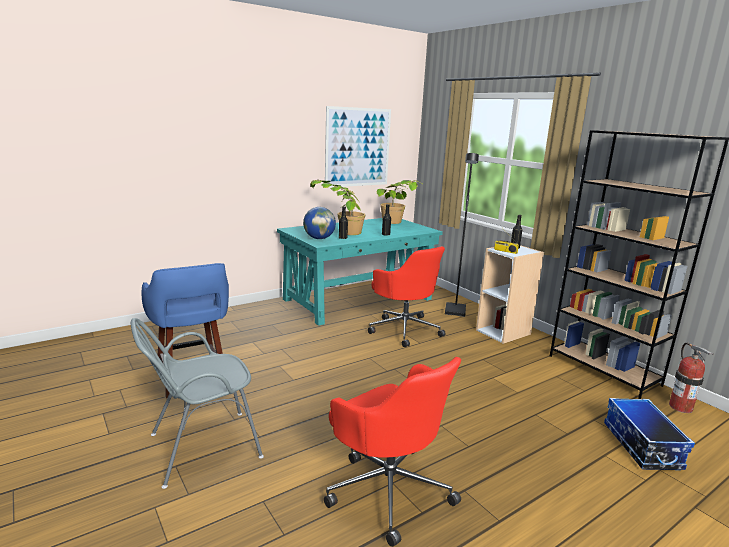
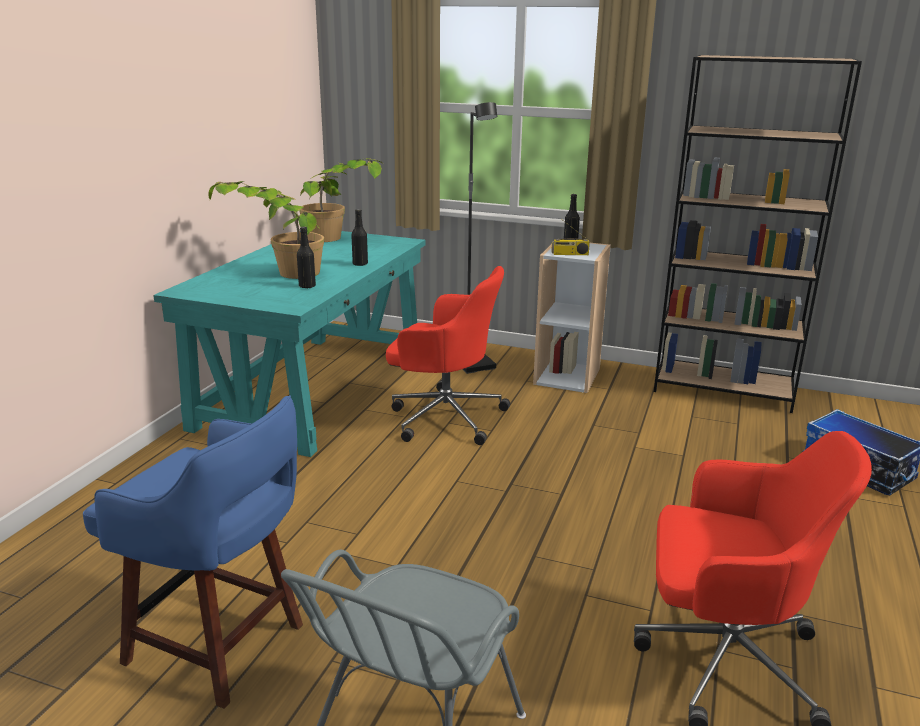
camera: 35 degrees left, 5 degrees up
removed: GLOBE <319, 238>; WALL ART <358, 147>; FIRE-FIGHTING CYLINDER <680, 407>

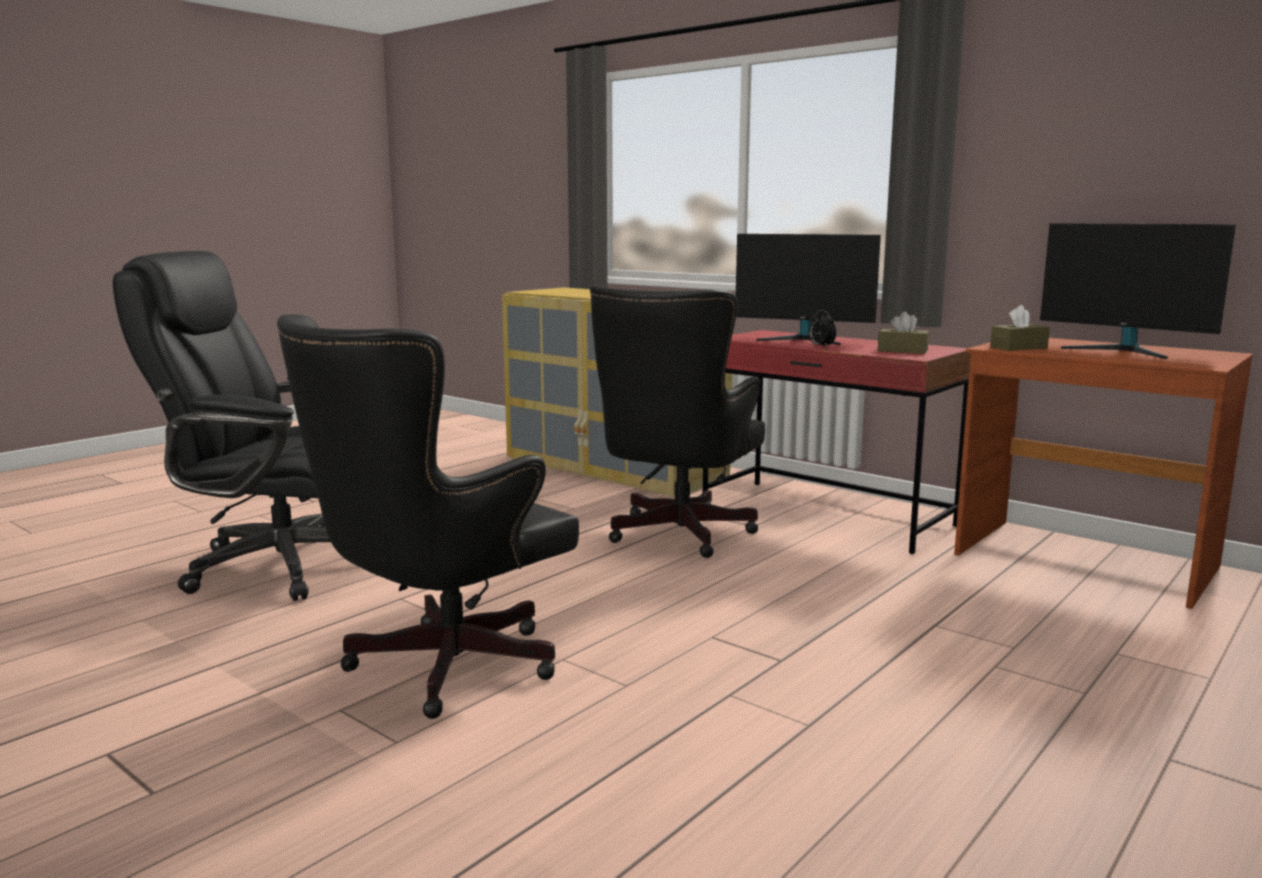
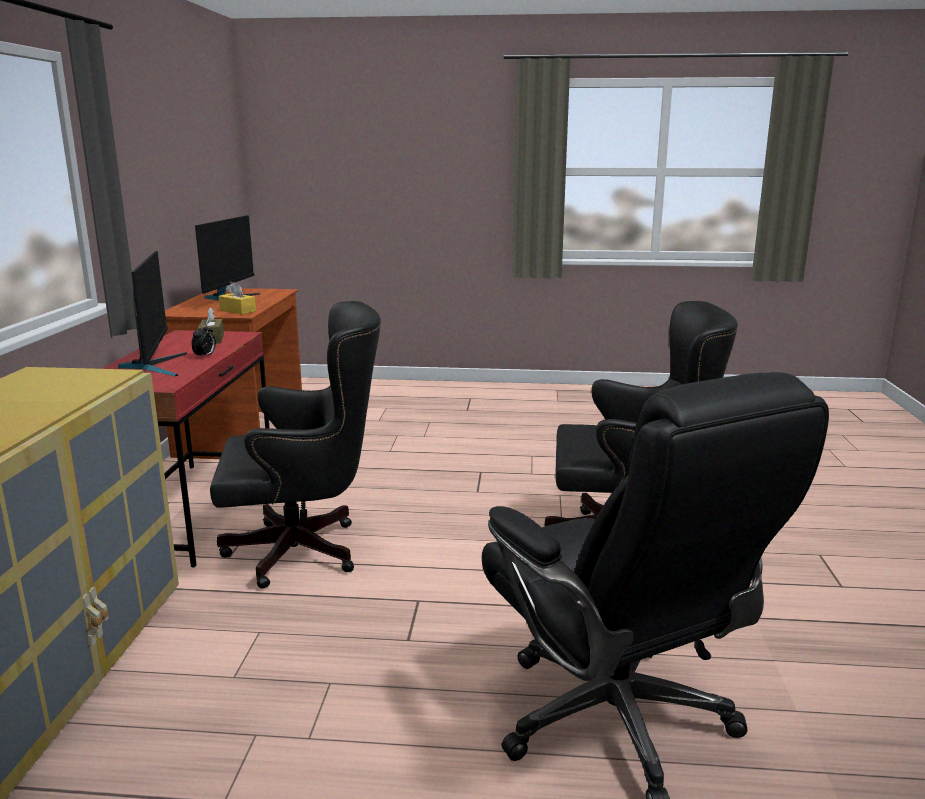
camera: 125 degrees left, 5 degrees up
recoloured: BROWN TISSUE BOX <1018, 348> to YELLOW TISSUE BOX <238, 311>

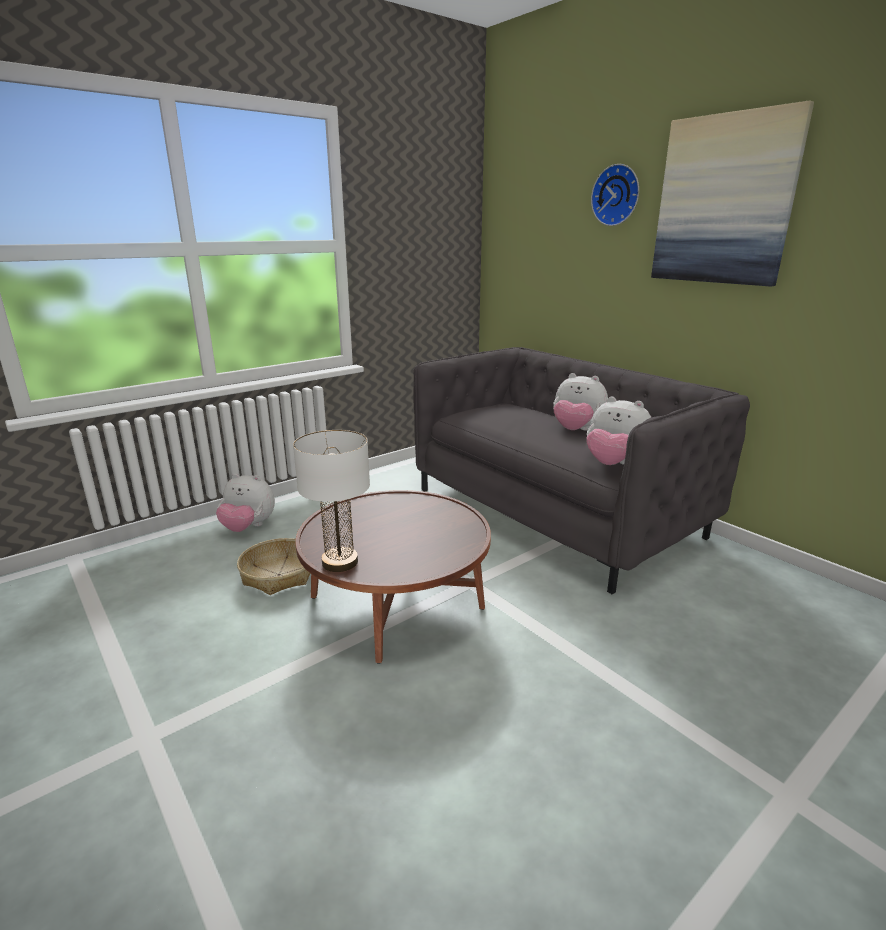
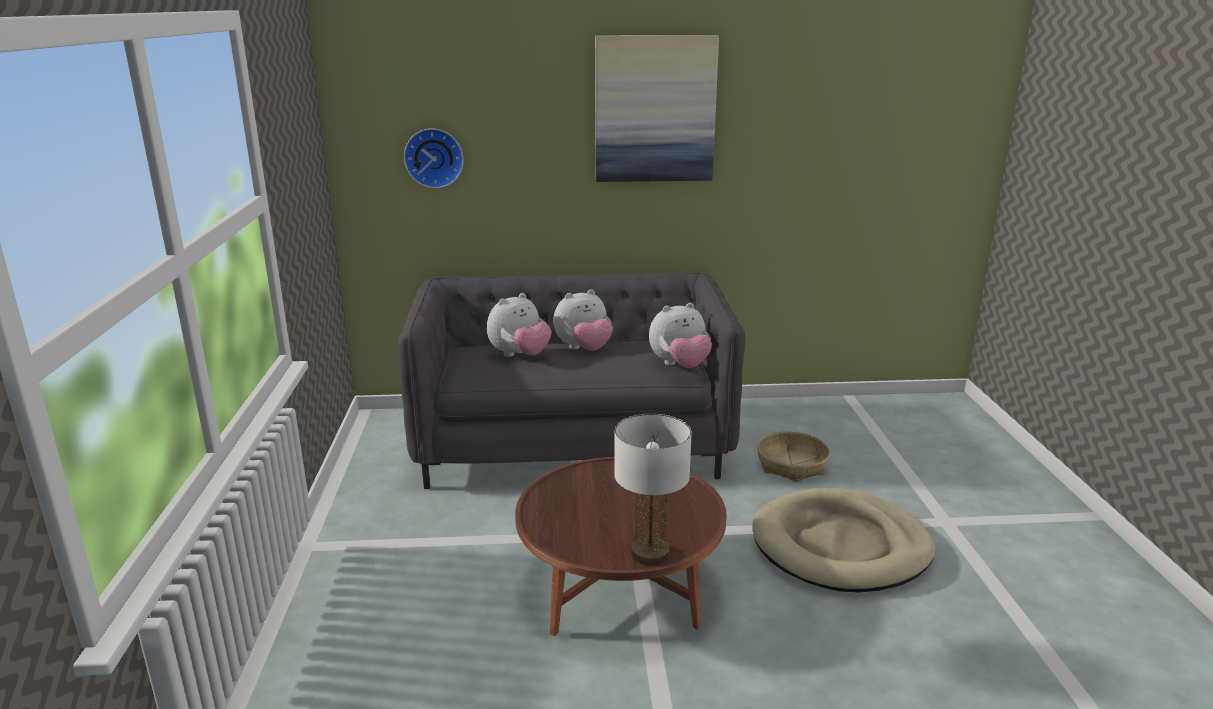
camera: 55 degrees left, 0 degrees up
added: BEIGE DOG BED <841, 546>
moved: WALL CLOCK <617, 195> to <434, 157>; PLUSH TOY <248, 527> to <520, 355>; HOUSEHOLD BASKET <279, 574> to <791, 465>

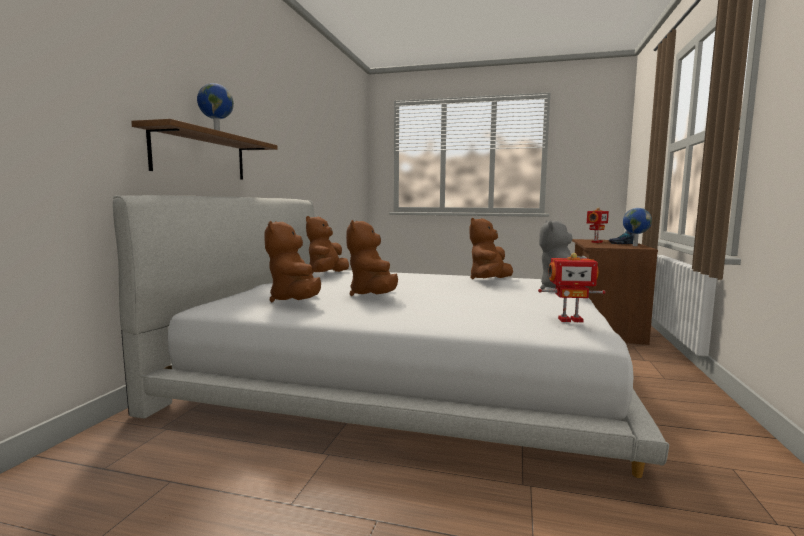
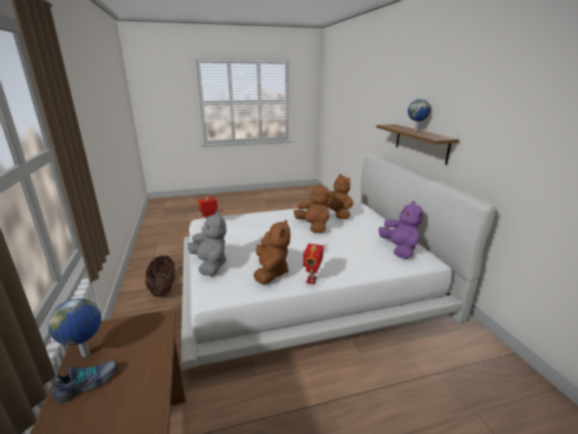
camera: 150 degrees right, 15 degrees up
added: HOUSEHOLD BASKET <163, 289>
moved: TOY ROBOT <596, 242> to <312, 280>
recoloured: BROWN PLUSH TOY <327, 274> to PURPLISH PLUSH TOY <399, 249>

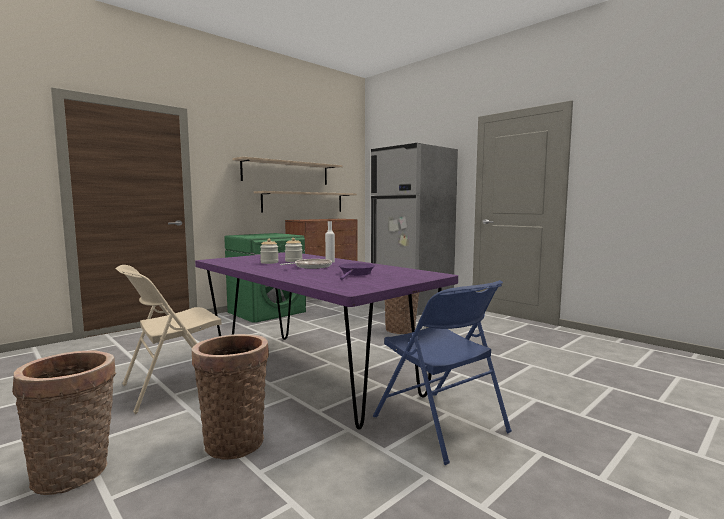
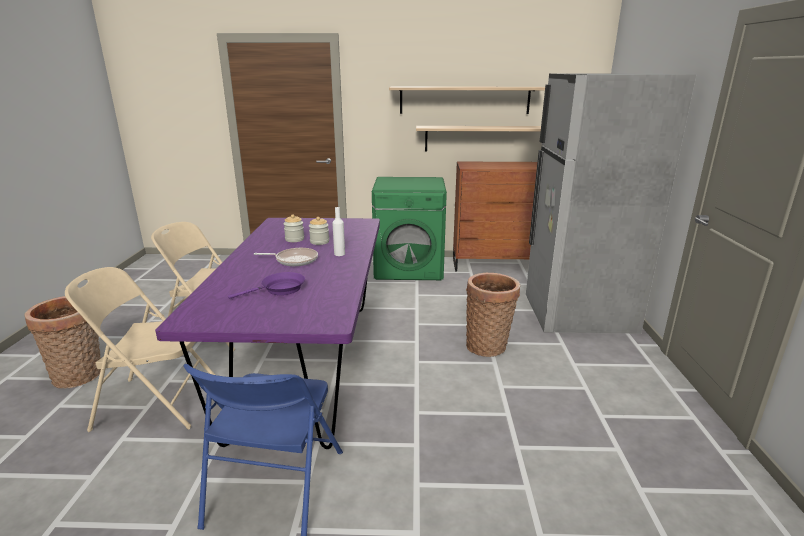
camera: 45 degrees right, 15 degrees up
replaced: HOUSEHOLD BASKET <234, 440> to BEIGE UPRIGHT CHAIR <157, 402>

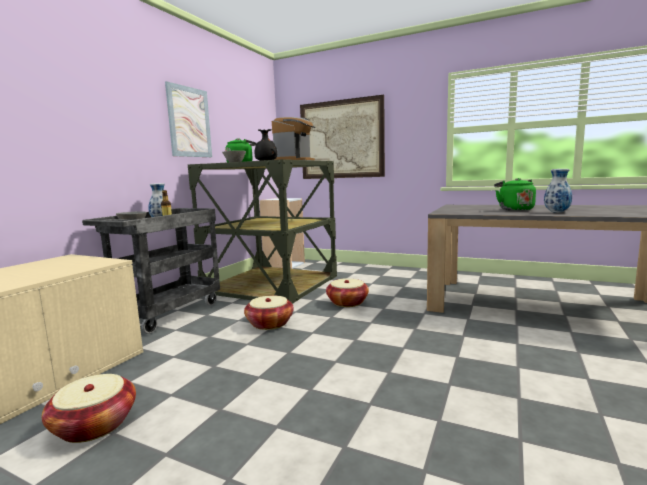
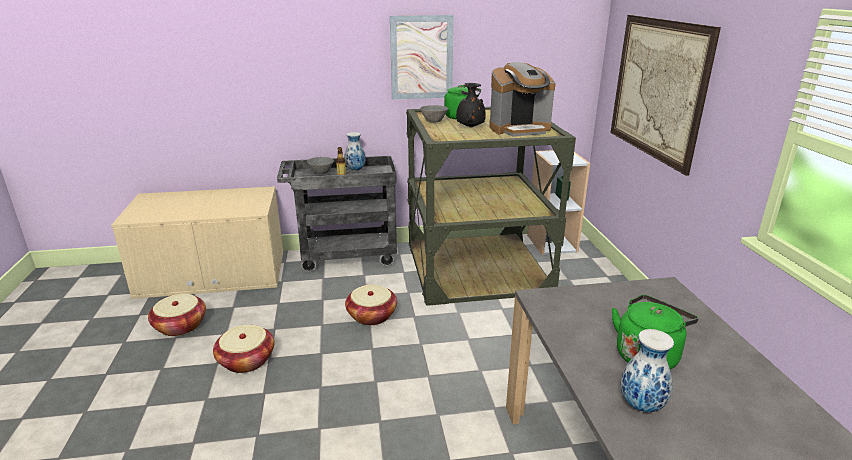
camera: 55 degrees right, 15 degrees up
moved: HOUSEHOLD BASKET <347, 302> to <246, 360>

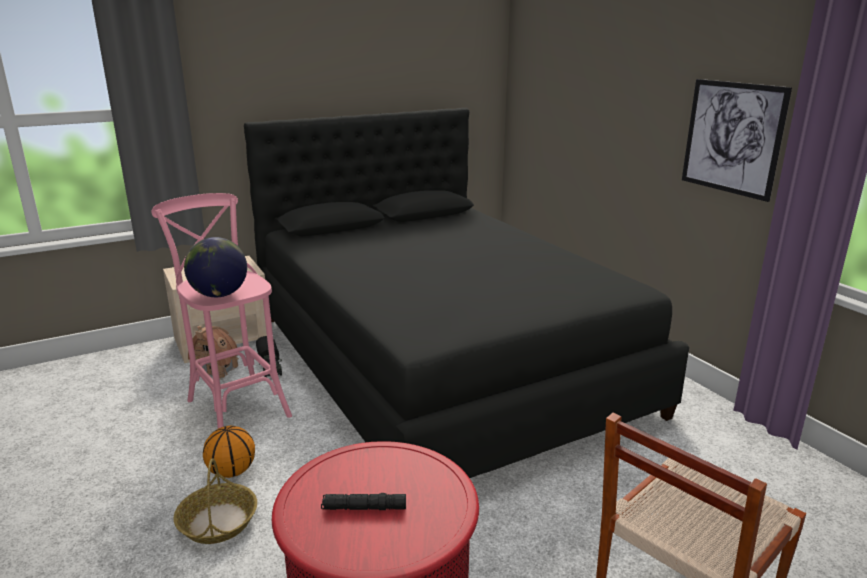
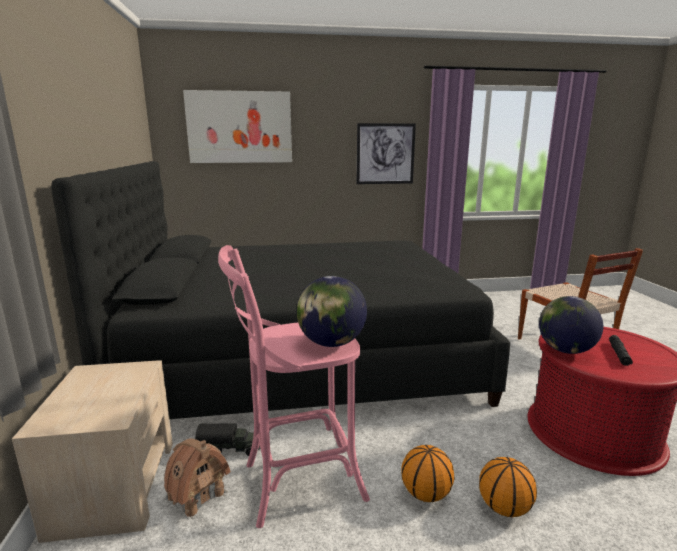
camera: 70 degrees left, 5 degrees down
added: WALL ART <240, 127>; GLOBE <565, 350>
replaced: HOUSEHOLD BASKET <217, 522> to BASKETBALL BALL <503, 508>

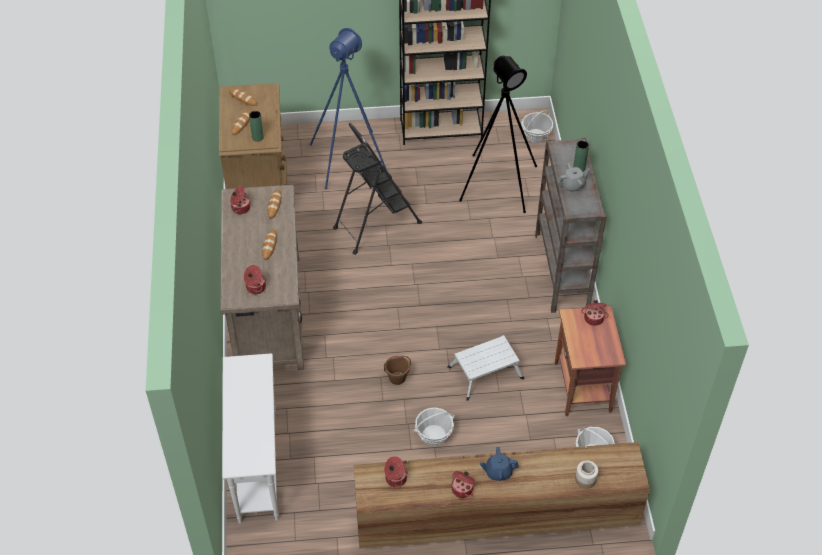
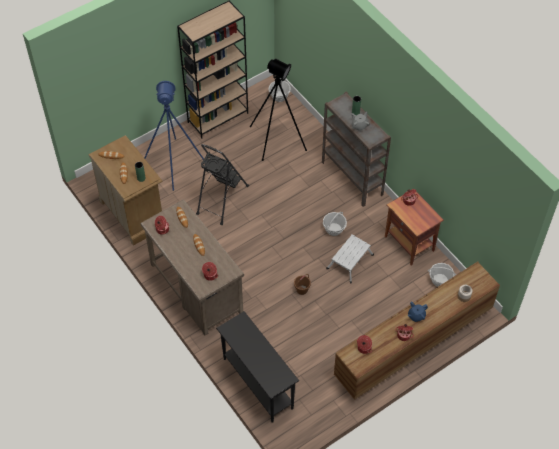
camera: 30 degrees left, 5 degrees up
moved: HOUSEHOLD BASKET <434, 435> to <334, 229>
recoloured: WHITE CONSOLE TABLE <256, 465> to BLACK CONSOLE TABLE <257, 383>

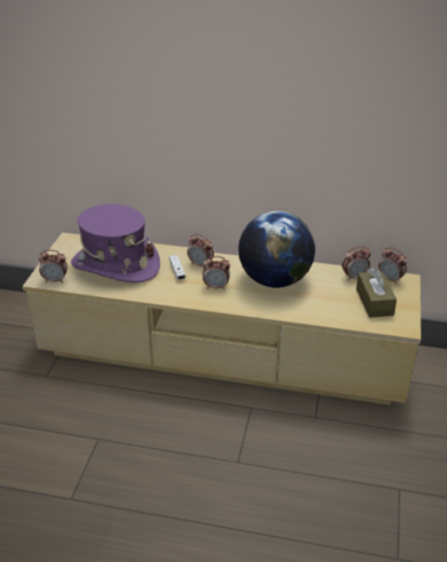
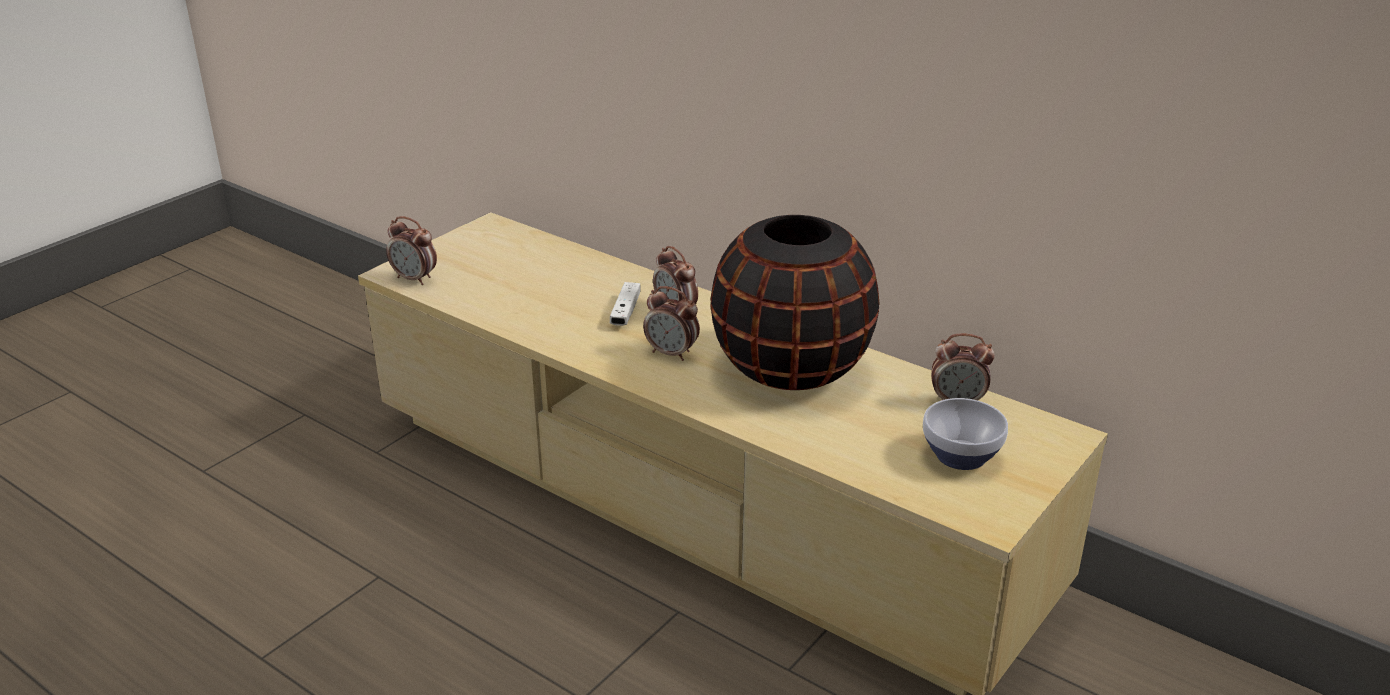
camera: 25 degrees right, 5 degrees down
removed: PURPLISH HAT <115, 265>; TABLE CLOCK <390, 279>
replaced: GLOBE <274, 280> to BLACK FLOWER VASE <790, 369>; BROWN TISSUE BOX <374, 302> to BOWL <962, 457>

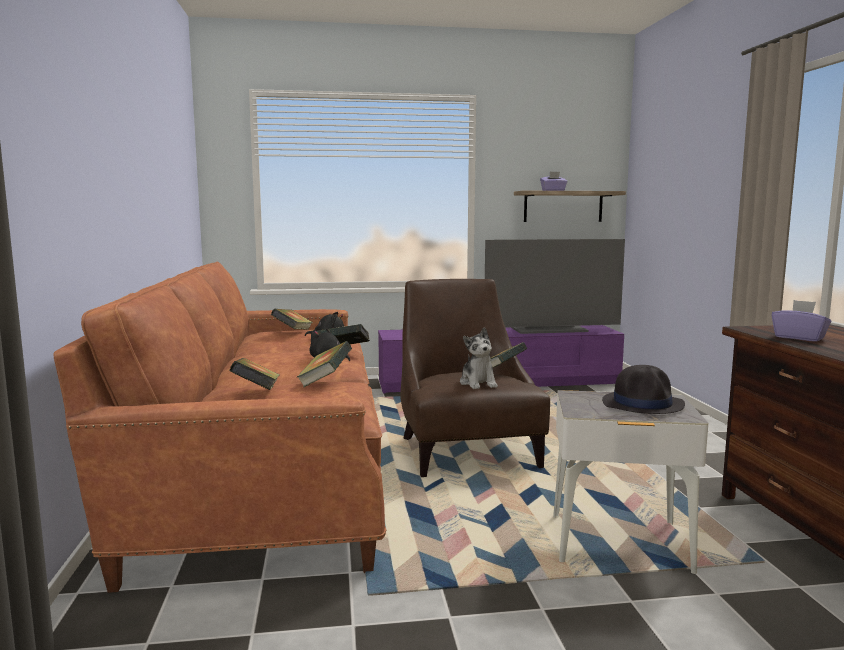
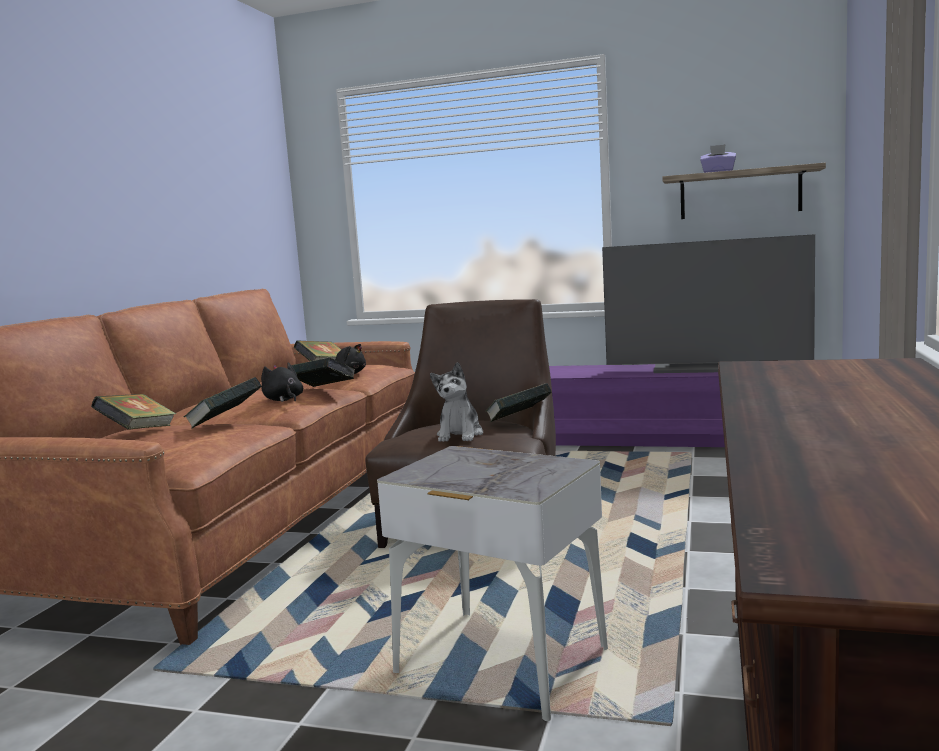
camera: 25 degrees right, 0 degrees up
removed: BLACK HAT <643, 404>; PURPLISH TISSUE BOX <799, 338>

